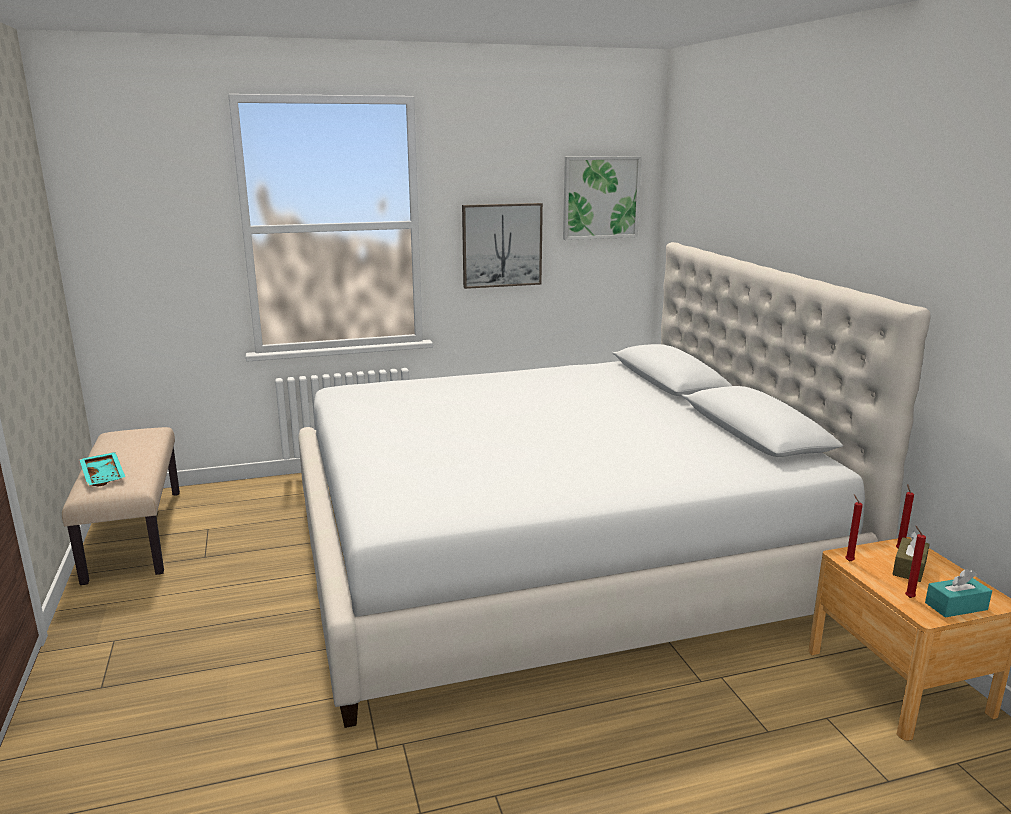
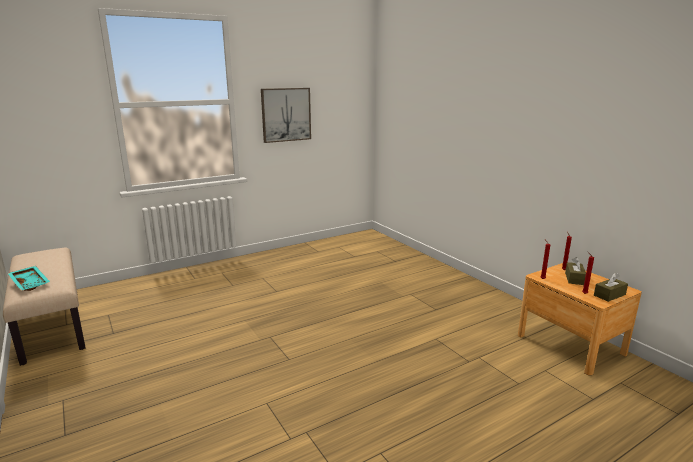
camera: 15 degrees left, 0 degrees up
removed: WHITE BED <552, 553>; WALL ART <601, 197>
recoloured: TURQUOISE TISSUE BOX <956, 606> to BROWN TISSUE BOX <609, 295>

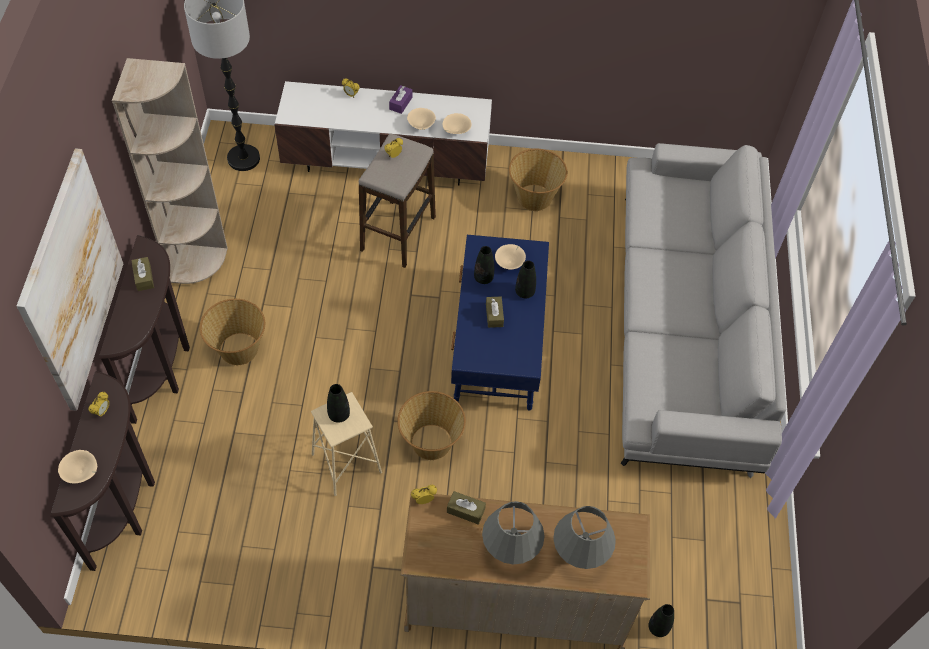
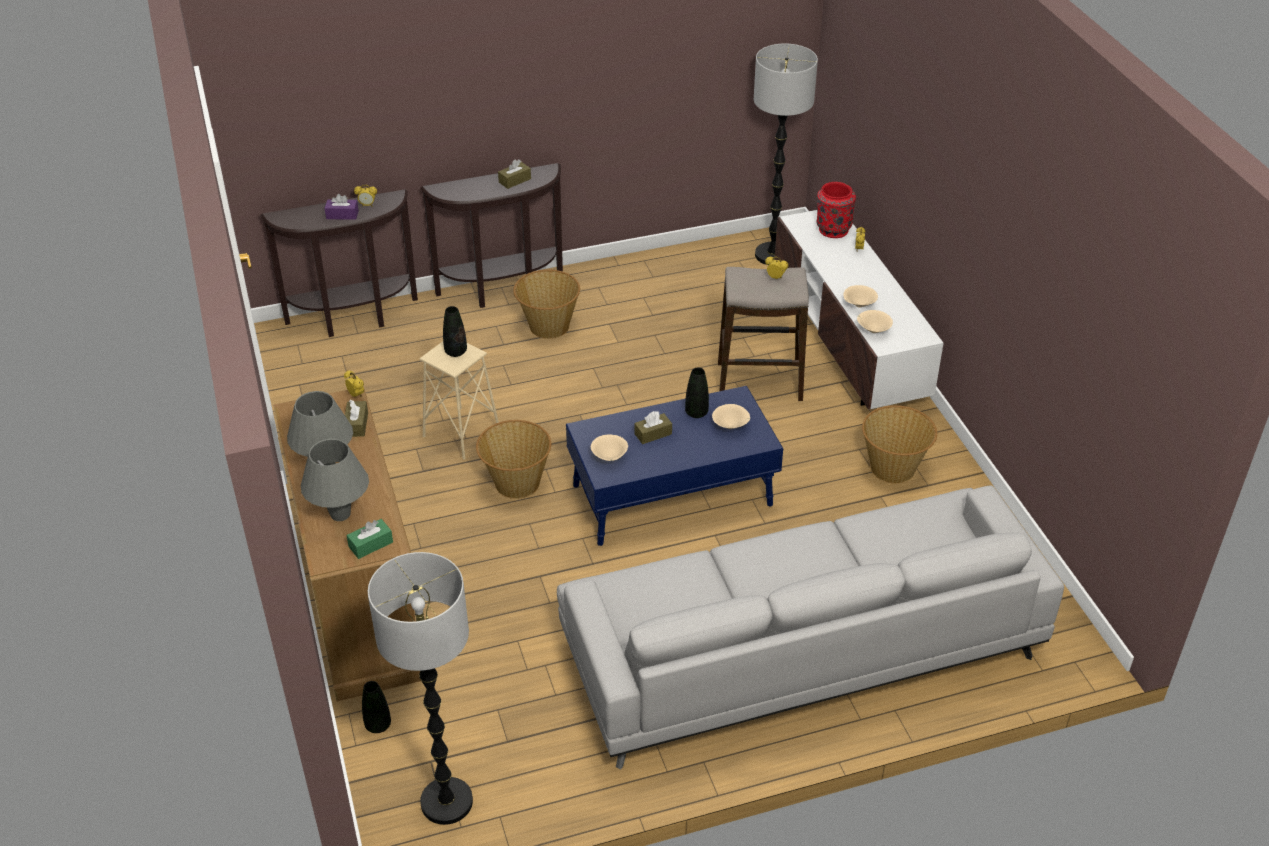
camera: 70 degrees right, 15 degrees down
removed: WALL ART <72, 282>; BEIGE BOOKCASE <198, 267>; BLACK FLOWER VASE <524, 292>
added: GREEN TISSUE BOX <371, 544>; STANDING LAMP <446, 802>; REDDISH FLOWER VASE <833, 229>
moved: PURPLISH TISSUE BOX <401, 103> to <342, 215>; BEIGE BOWL <81, 473> to <609, 457>

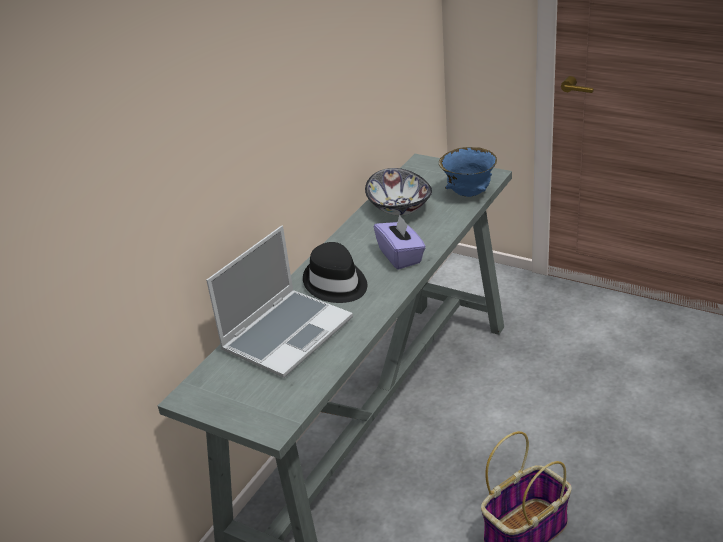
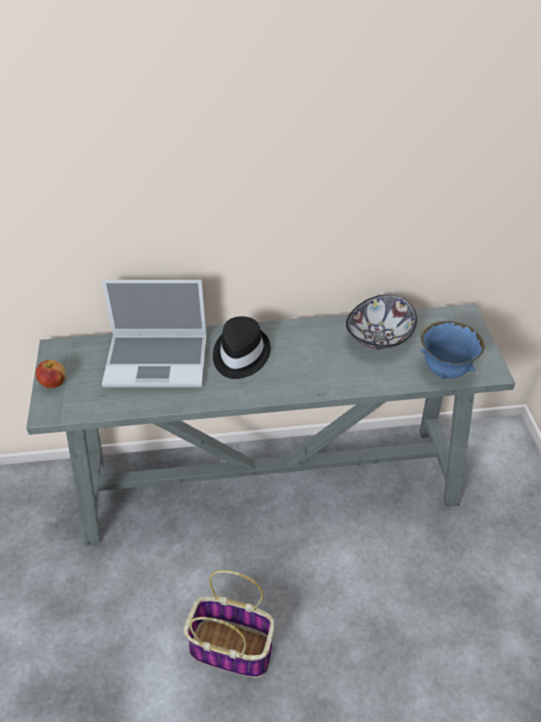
camera: 50 degrees right, 10 degrees up
removed: PURPLISH TISSUE BOX <401, 256>
added: APPLE <53, 383>

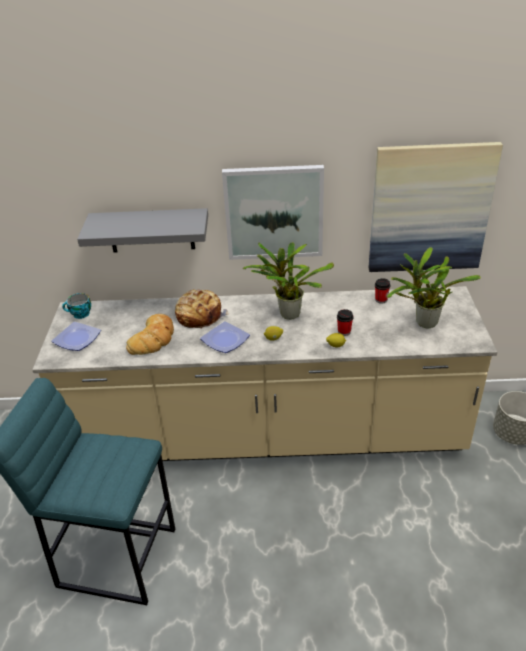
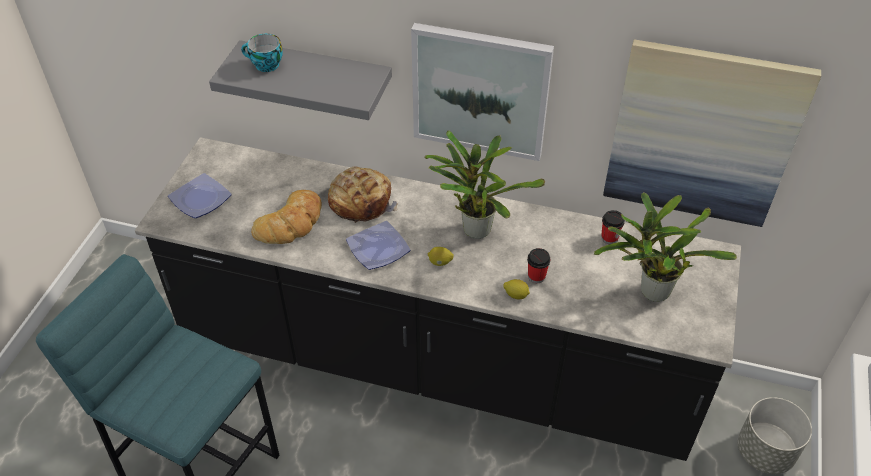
camera: 15 degrees right, 10 degrees up
moved: CUP <80, 314> to <265, 65>
recoloured: BEIGE COUNTER <268, 436> to BLACK COUNTER <435, 364>

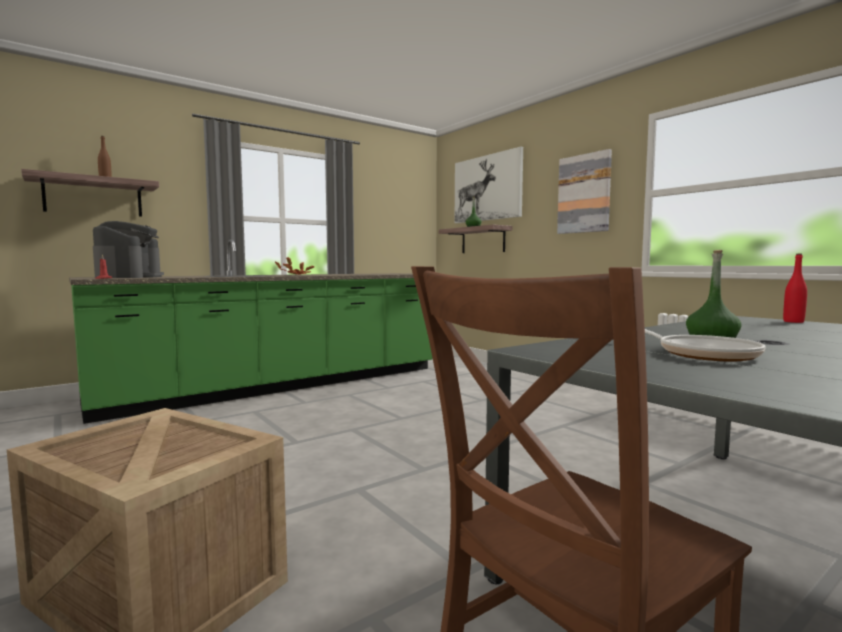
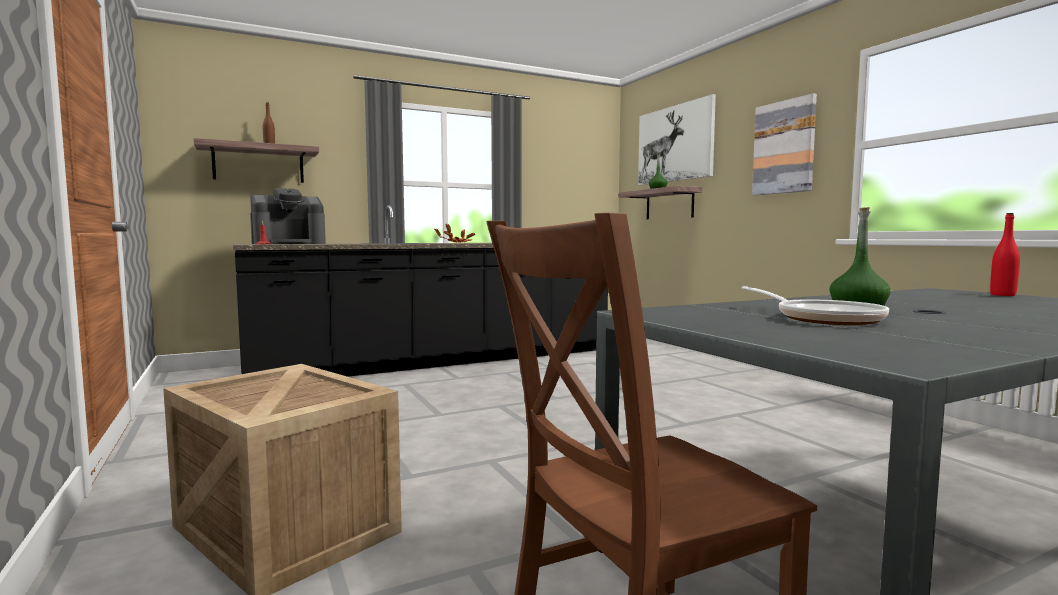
camera: 10 degrees right, 0 degrees up
recoloured: GREEN COUNTER <282, 385> to BLACK COUNTER <439, 361>
turned: COFFEE MAKER <130, 277> = <289, 243> 60 degrees clockwise

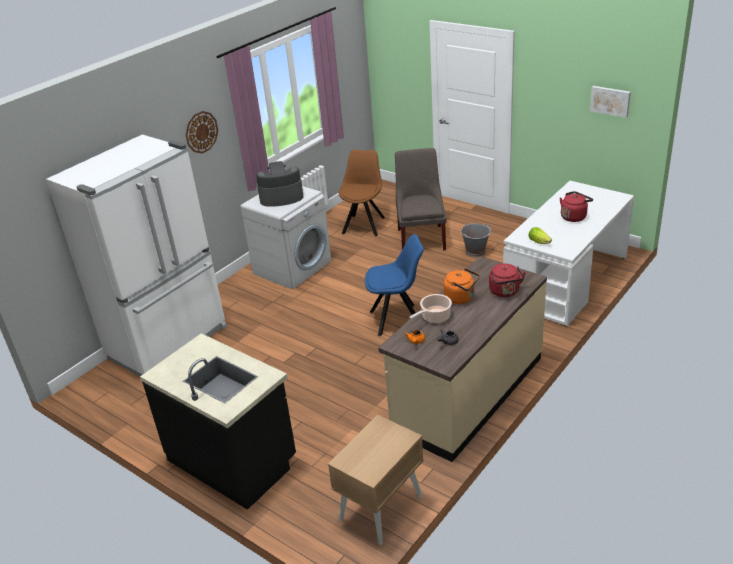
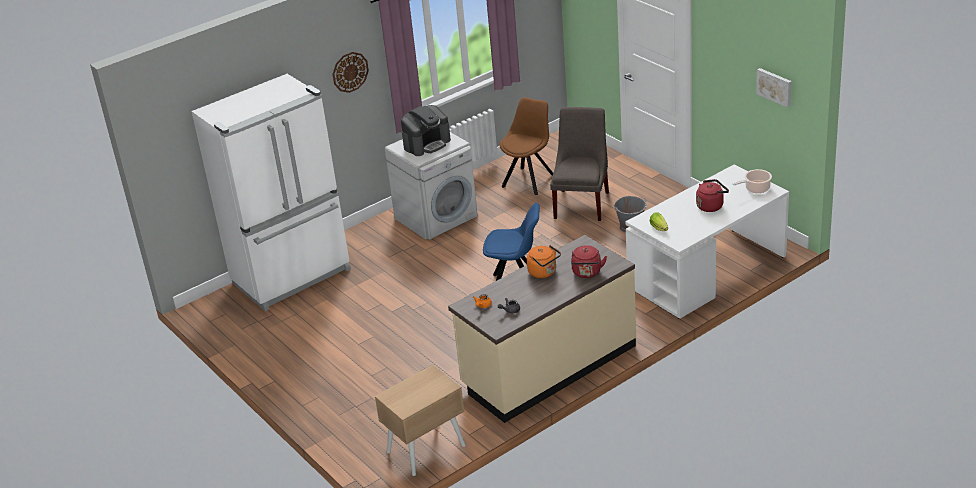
camera: 15 degrees right, 0 degrees up
removed: BLACK COUNTER <233, 460>
moved: COOKING POT <434, 317> to <756, 189>
turned: COFFEE MAKER <281, 197> = <427, 144> 135 degrees clockwise

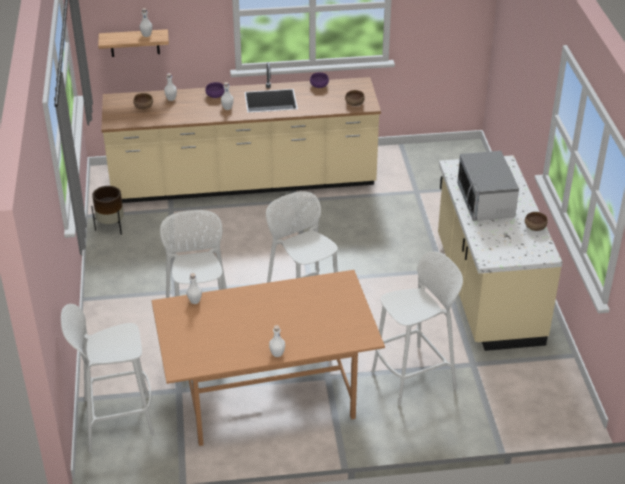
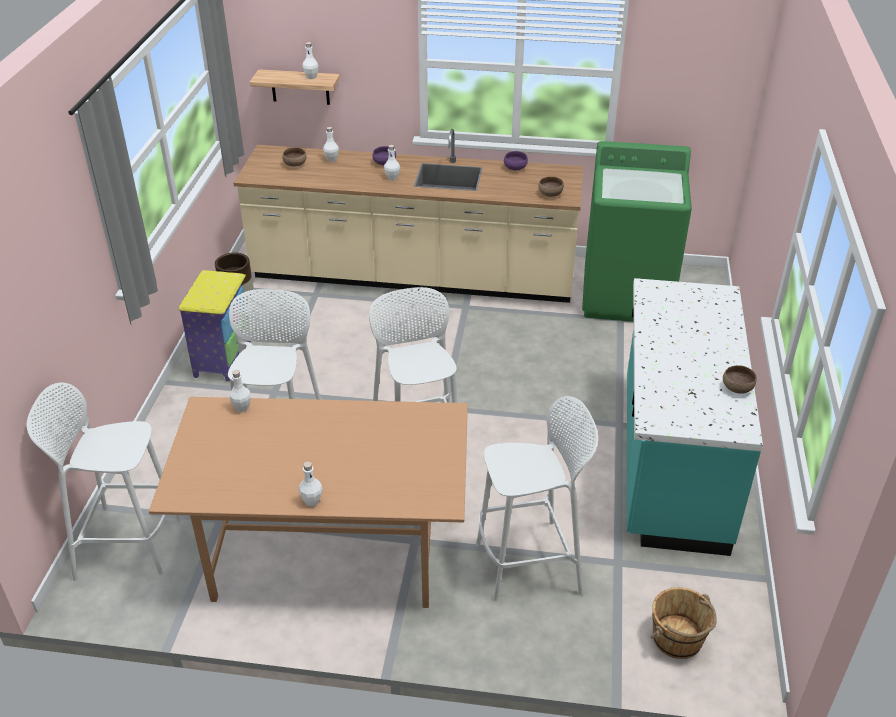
camera: 15 degrees right, 0 degrees up
removed: MICROWAVE OVEN <486, 201>
added: BEDSIDE TABLE <225, 360>; GREEN WASHING MACHINE <627, 296>; BROWN PAIL <678, 639>
recoloured: BEIGE COUNTER <486, 291> to TURQUOISE COUNTER <670, 463>

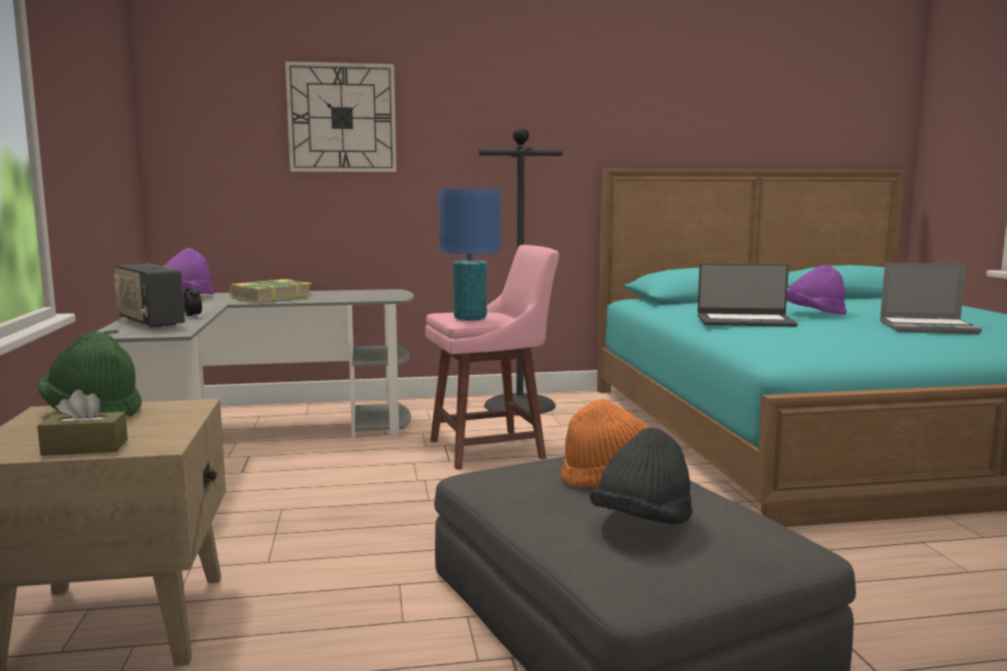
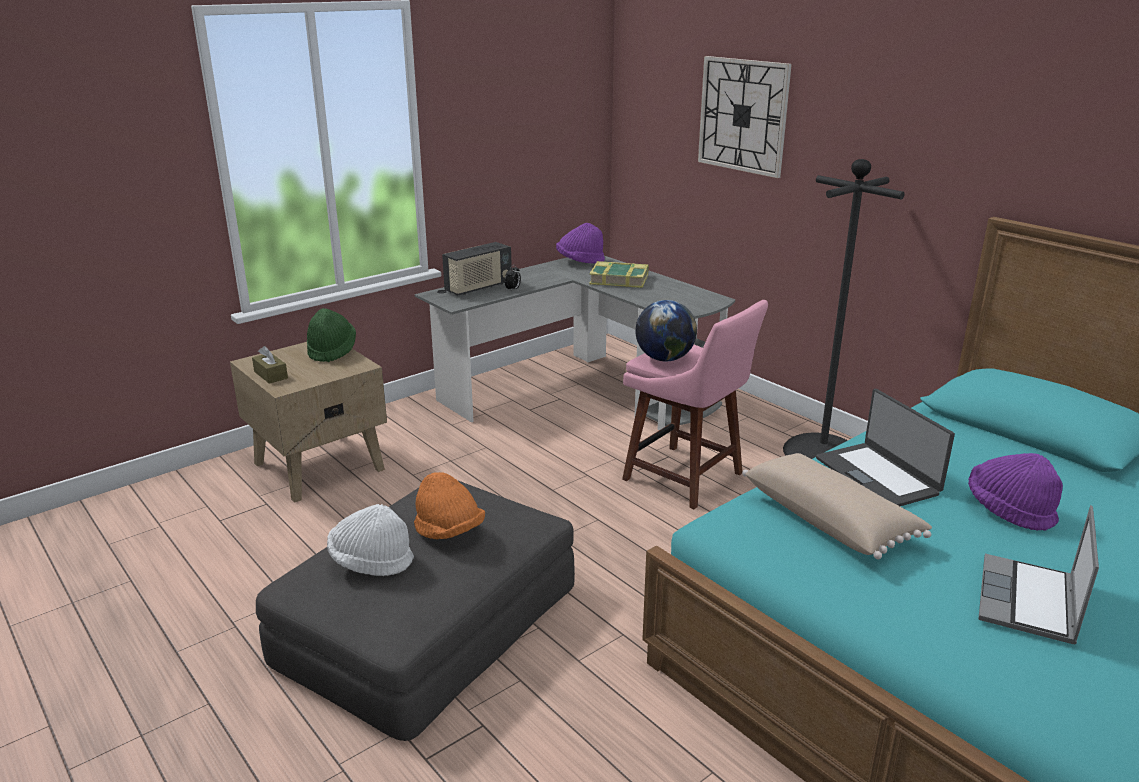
camera: 60 degrees right, 15 degrees up
added: BEIGE PILLOW <830, 520>
replaced: BLUE LAMP FOR A TABLE <469, 319> to GLOBE <664, 359>
recoloured: BLACK HAT <642, 522> to WHITE HAT <371, 561>
turned: RADIO <149, 322> = <478, 288> 150 degrees counterclockwise; LAPTOP <928, 328> = <1029, 602> 45 degrees clockwise

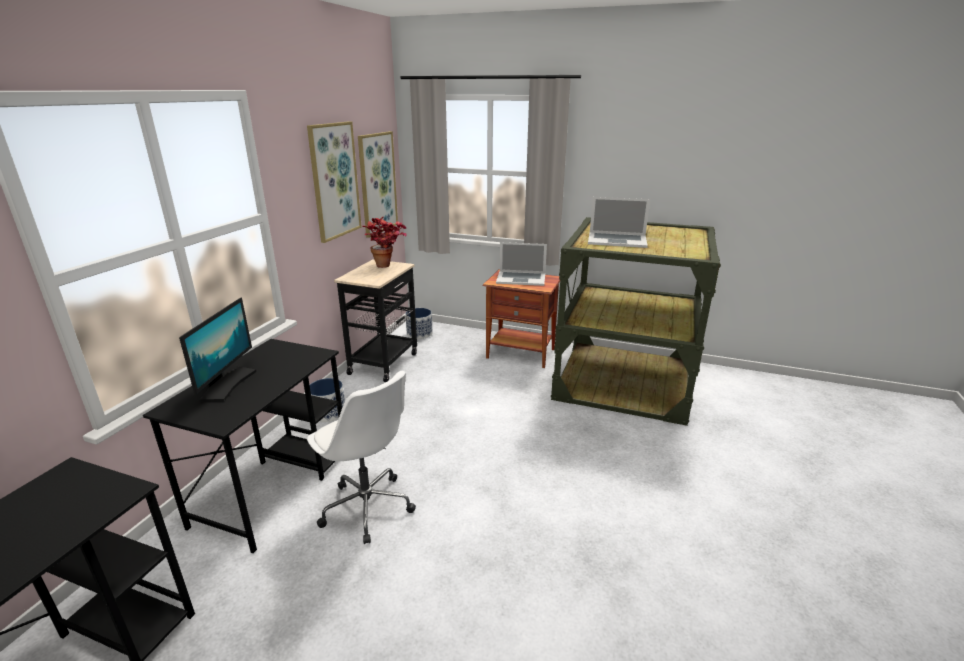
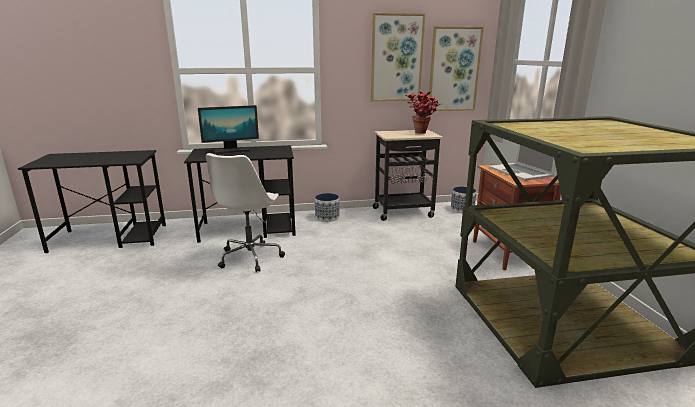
camera: 60 degrees right, 5 degrees down
removed: LAPTOP <617, 240>

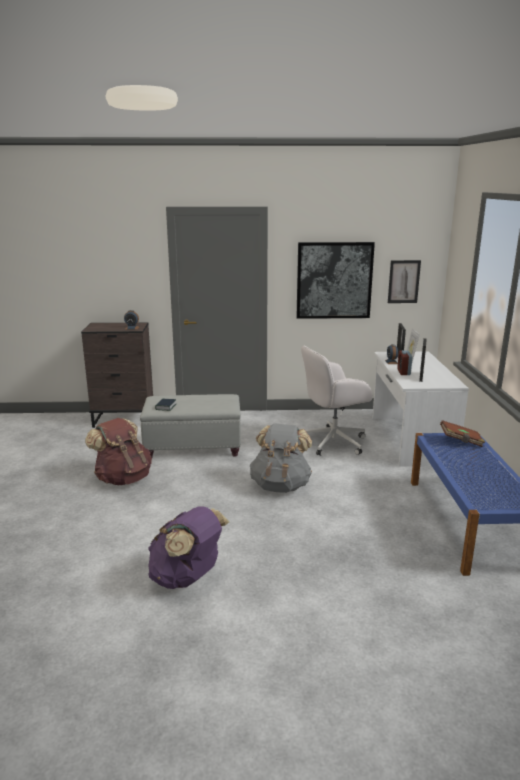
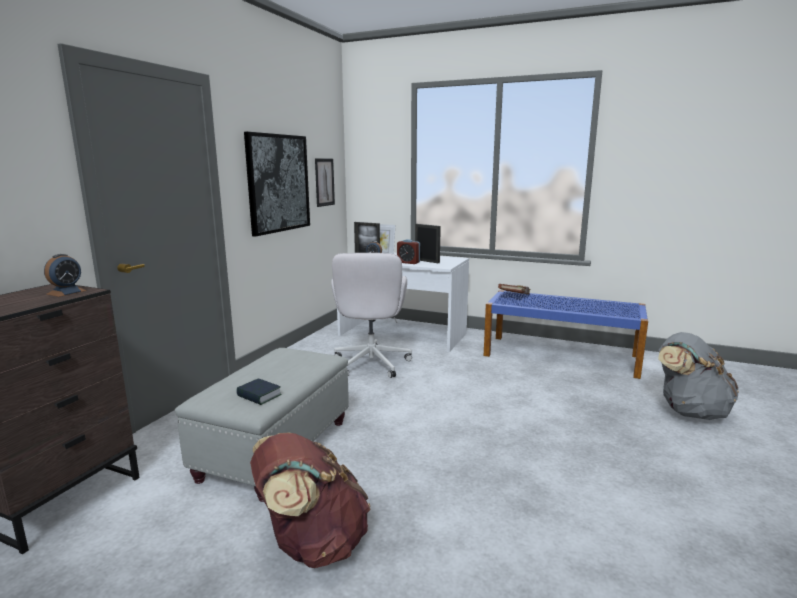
camera: 65 degrees left, 5 degrees down
removed: PURPLISH BACKPACK <187, 577>
moved: GRAY BACKPACK <280, 485> to <689, 411>

